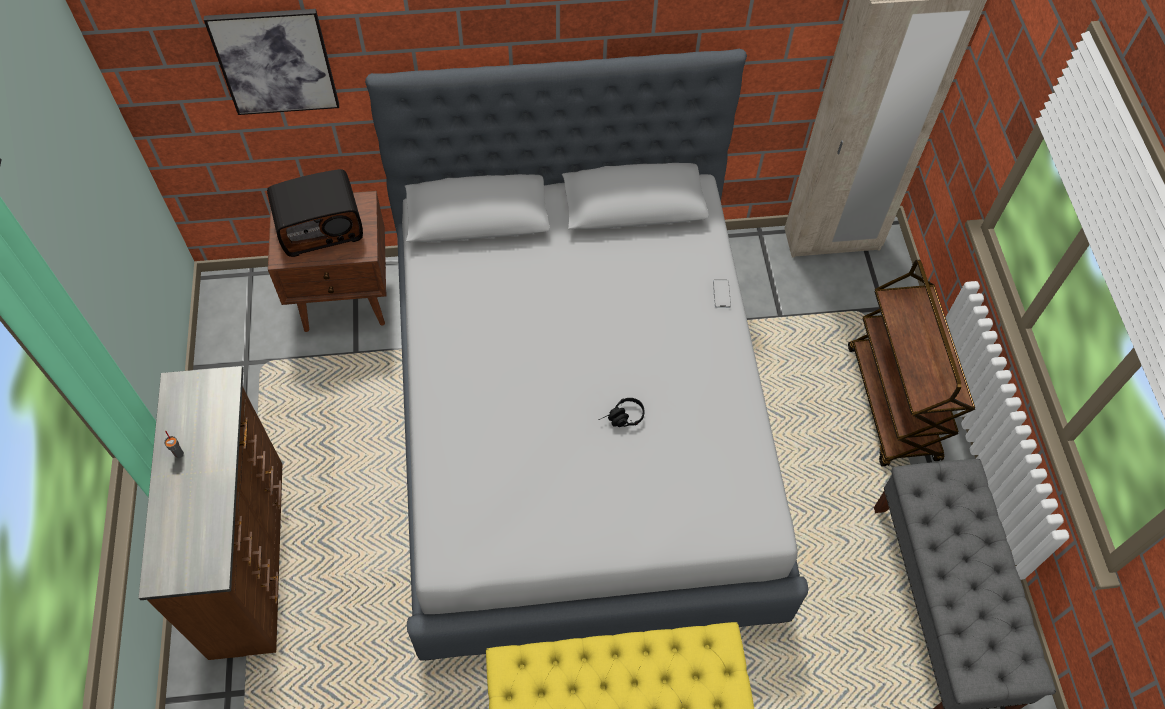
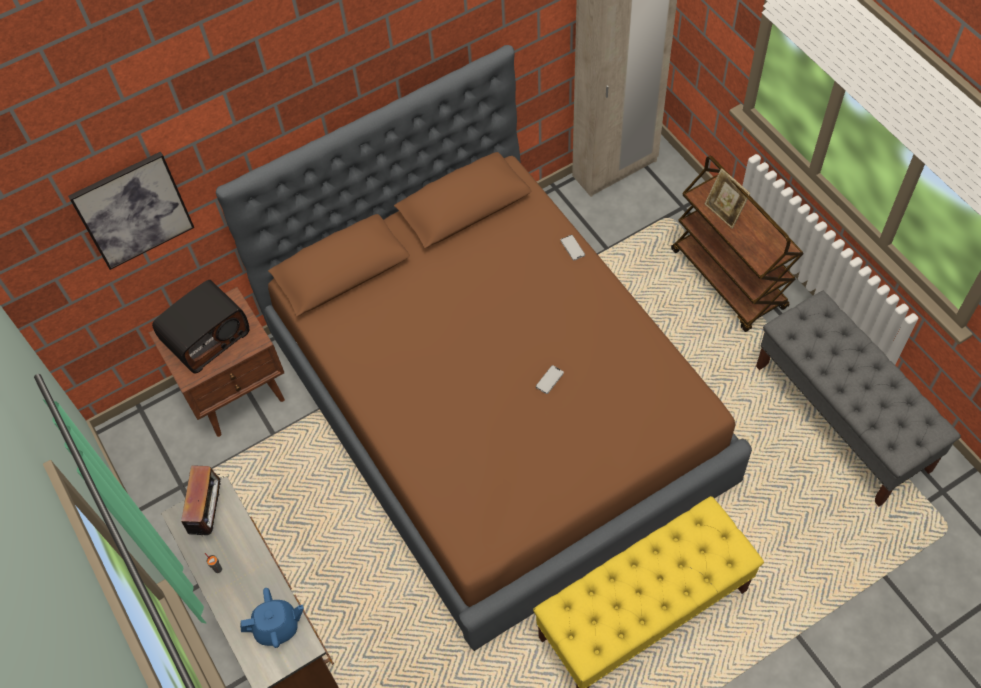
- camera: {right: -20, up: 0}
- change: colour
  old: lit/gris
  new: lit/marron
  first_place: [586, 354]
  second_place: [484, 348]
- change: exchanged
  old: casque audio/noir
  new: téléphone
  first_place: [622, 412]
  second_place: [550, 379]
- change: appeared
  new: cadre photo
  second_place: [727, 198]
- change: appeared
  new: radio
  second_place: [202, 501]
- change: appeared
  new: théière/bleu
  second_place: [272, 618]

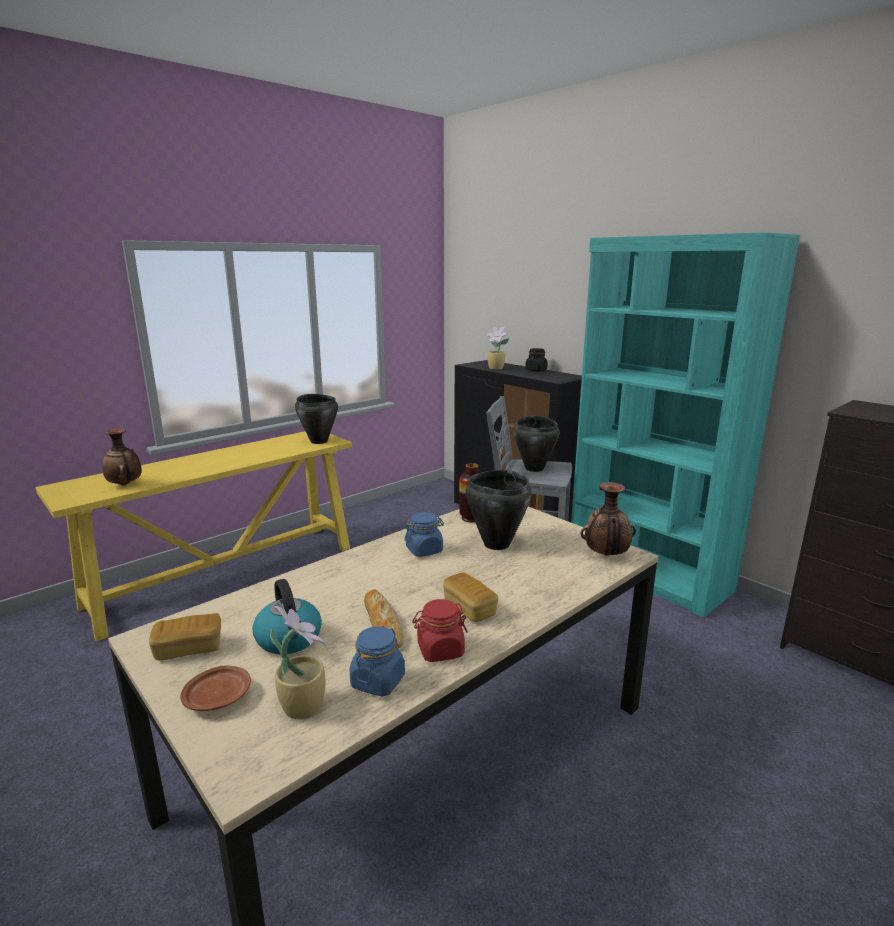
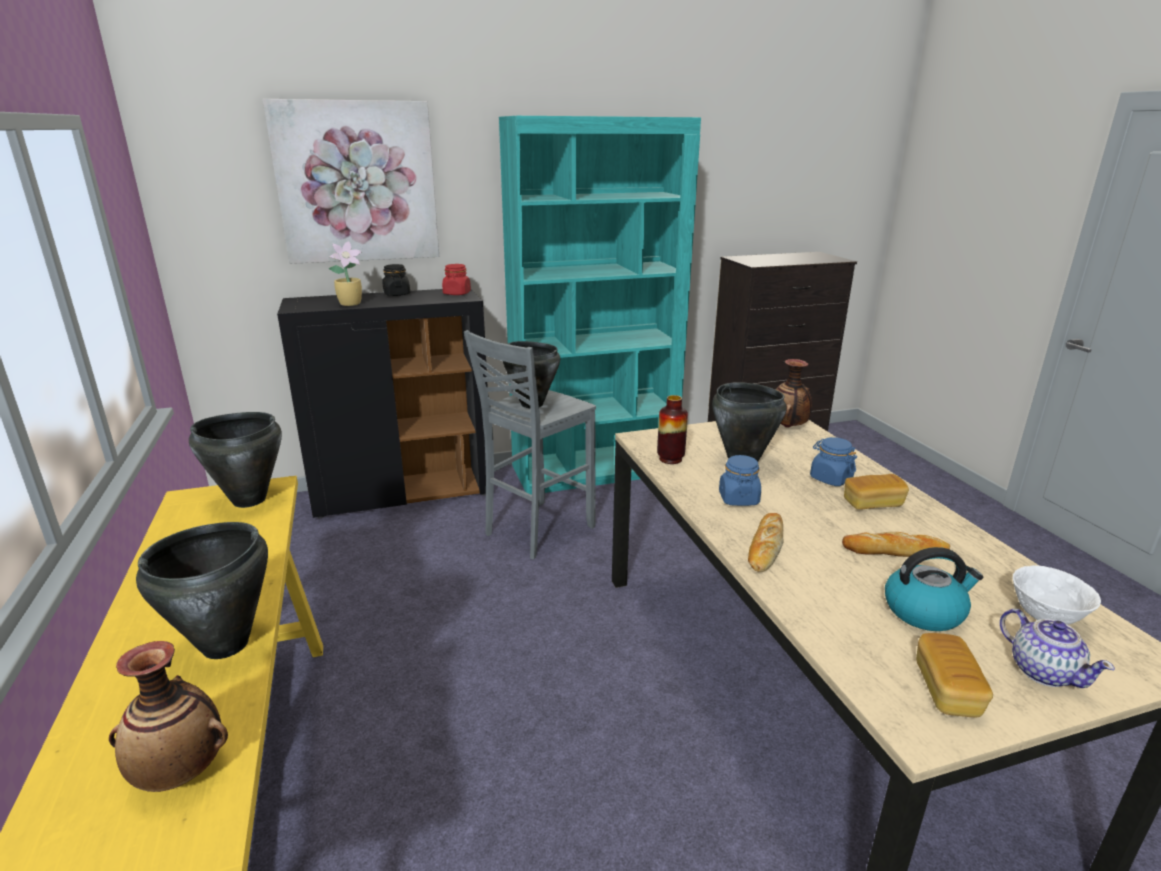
- camera: {right: -65, up: 5}
- change: relocated
  old: bocal/rouge
  first_place: [440, 630]
  second_place: [456, 279]
- change: exchanged
  old: plante en pot
  new: bol/blanc
  first_place: [298, 662]
  second_place: [1056, 595]
- change: relocated
  old: bocal/bleu
  first_place: [377, 661]
  second_place: [833, 461]
- change: exchanged
  old: assiette/marron
  new: théière
  first_place: [215, 688]
  second_place: [1057, 648]
- change: appeared
  new: tableau
  second_place: [351, 181]
- change: appeared
  new: pain
  second_place: [765, 542]
- change: appeared
  new: marmite/noir
  second_place: [202, 590]

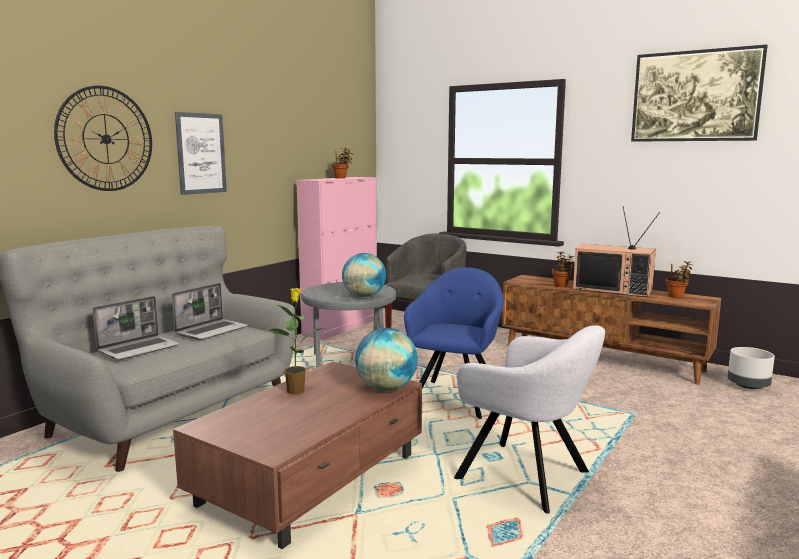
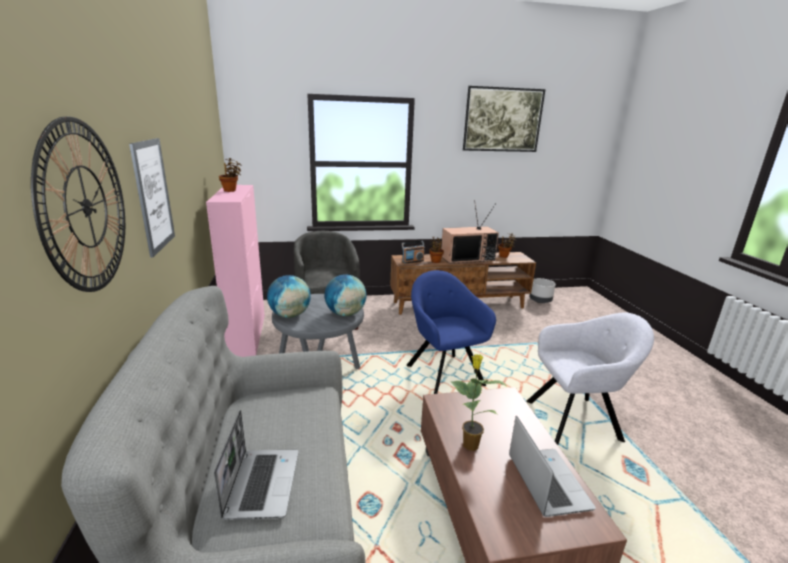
- camera: {right: -45, up: 10}
- change: relocated
  old: ordinateur portable
  first_place: [210, 311]
  second_place: [552, 466]
- change: relocated
  old: globe
  first_place: [386, 359]
  second_place: [289, 296]
- change: appeared
  new: radio
  second_place: [413, 252]

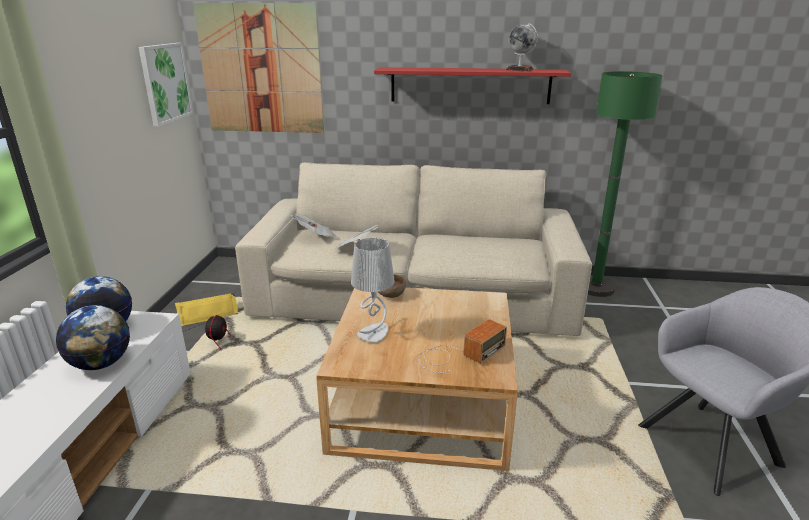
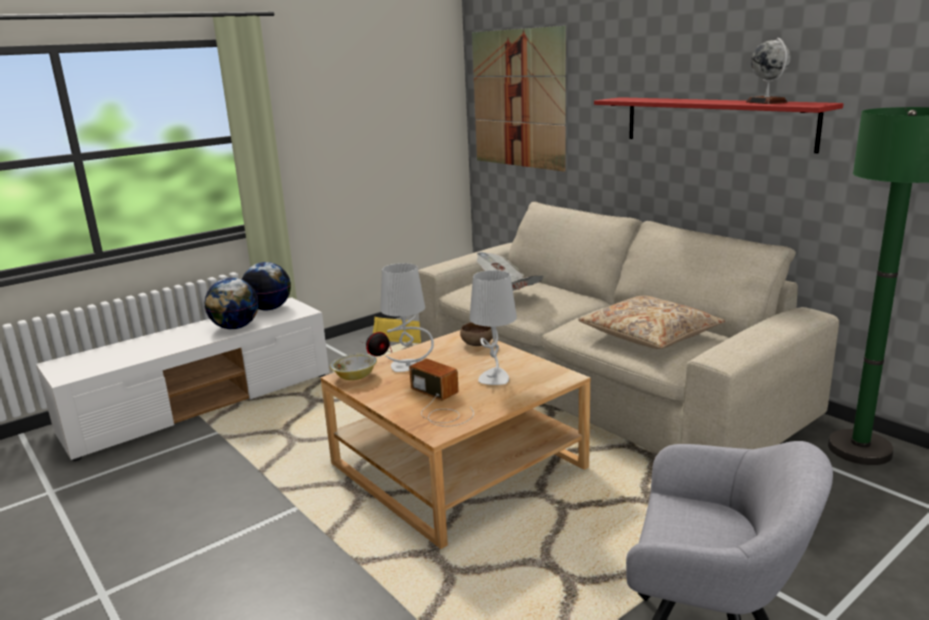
- camera: {right: 45, up: -5}
- change: missing
  old: tableau
  first_place: [166, 85]
- change: spun
  old: radio
  first_place: [462, 346]
  second_place: [441, 393]
  degrees: -135
- change: appeared
  new: lampe de table/gris
  second_place: [493, 327]
- change: appeared
  new: coussin/beige
  second_place: [651, 322]
- change: appeared
  new: bol
  second_place: [353, 367]

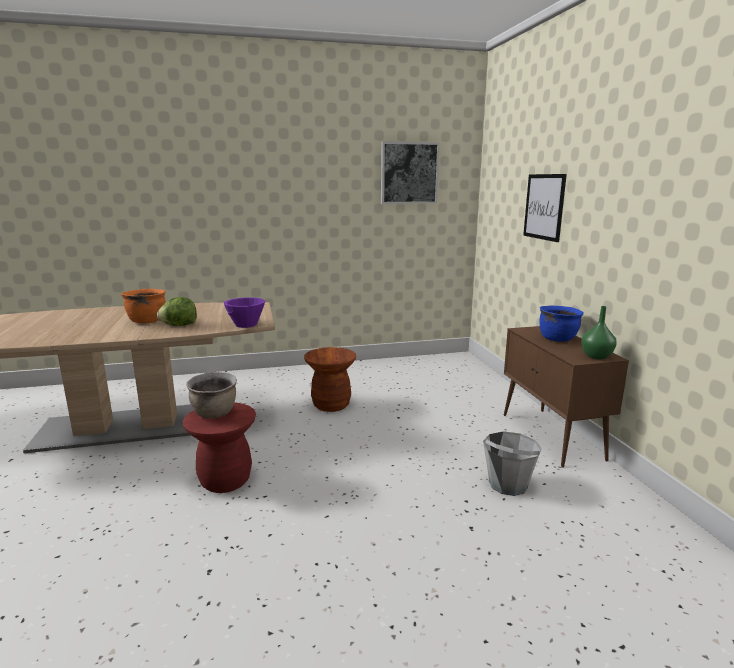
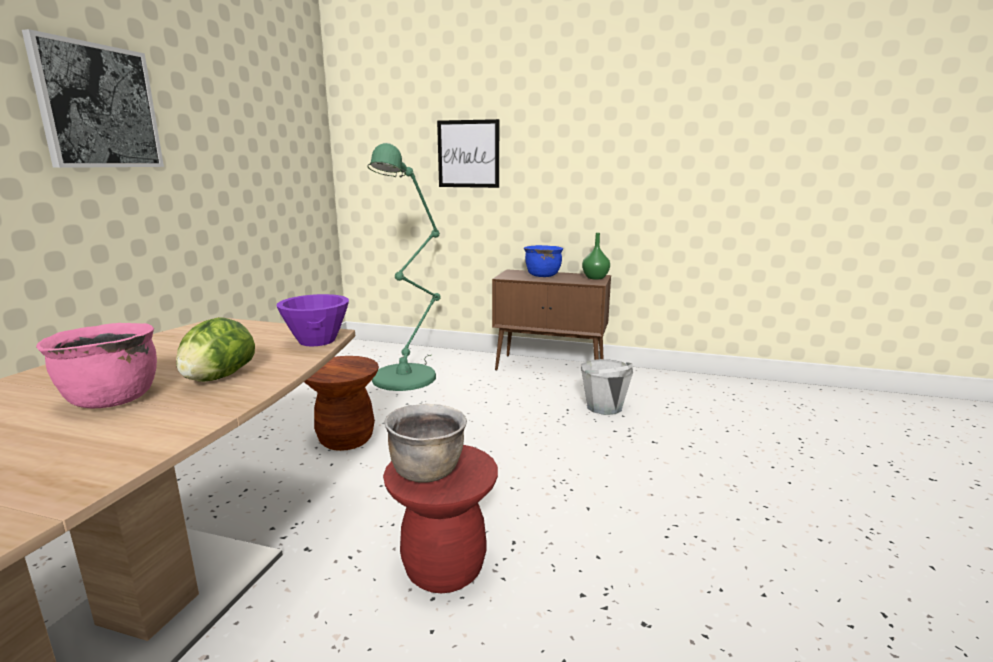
- camera: {right: -60, up: 0}
- change: relocated
  old: tableau
  first_place: [410, 172]
  second_place: [93, 98]
- change: colour
  old: marmite/orange
  new: marmite/rose
  first_place: [143, 306]
  second_place: [96, 365]
- change: appeared
  new: lampadaire/vert
  second_place: [404, 267]

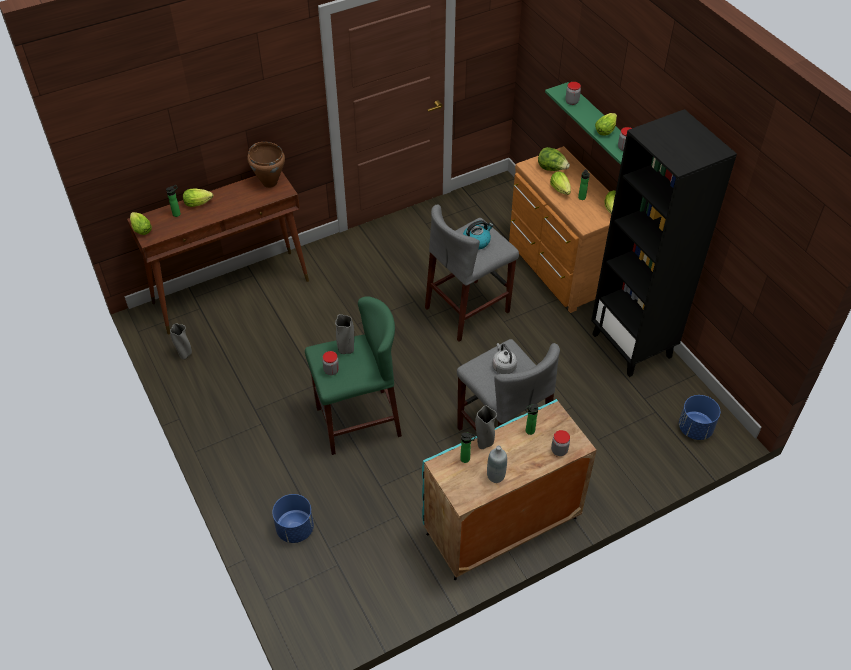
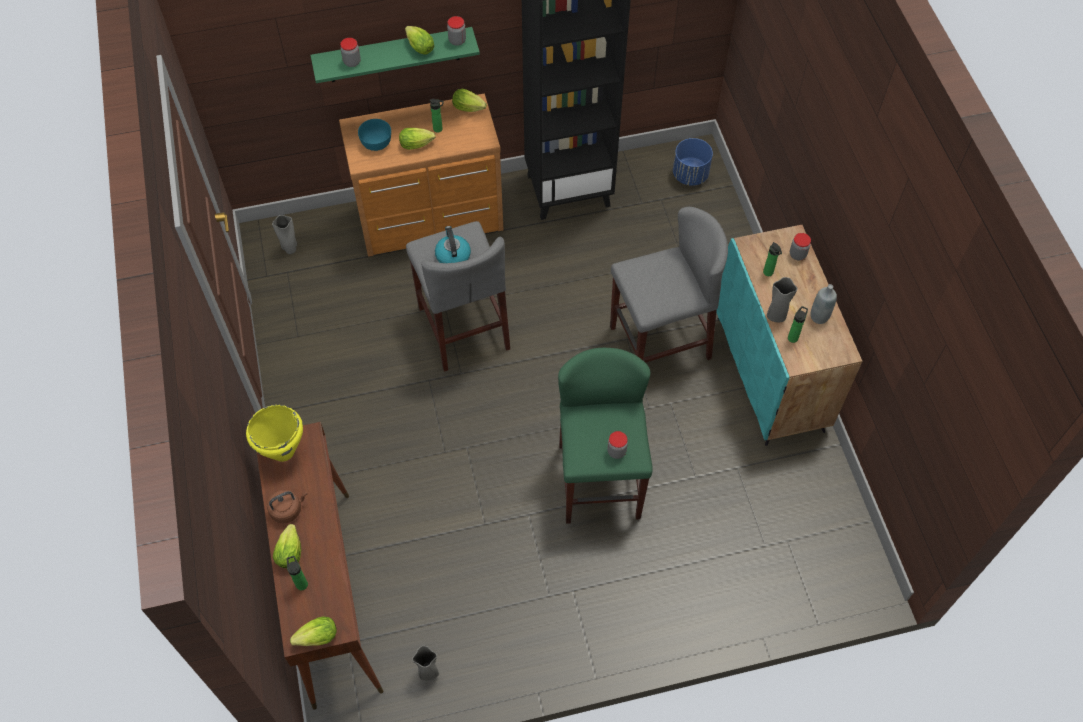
- camera: {right: -75, up: 10}
- change: colour
  old: marmite/marron
  new: marmite/jaune
  first_place: [266, 165]
  second_place: [274, 433]
- change: exchanged
  old: laitue
  new: bol/turquoise
  first_place: [554, 159]
  second_place: [374, 135]
- change: relocated
  old: vase/gris
  first_place: [344, 334]
  second_place: [284, 234]
- change: missing
  old: bouilloire/gris
  first_place: [505, 358]
- change: missing
  old: cache-pot/bleu
  first_place: [293, 518]
- change: appeared
  new: bouilloire/marron
  second_place: [287, 506]

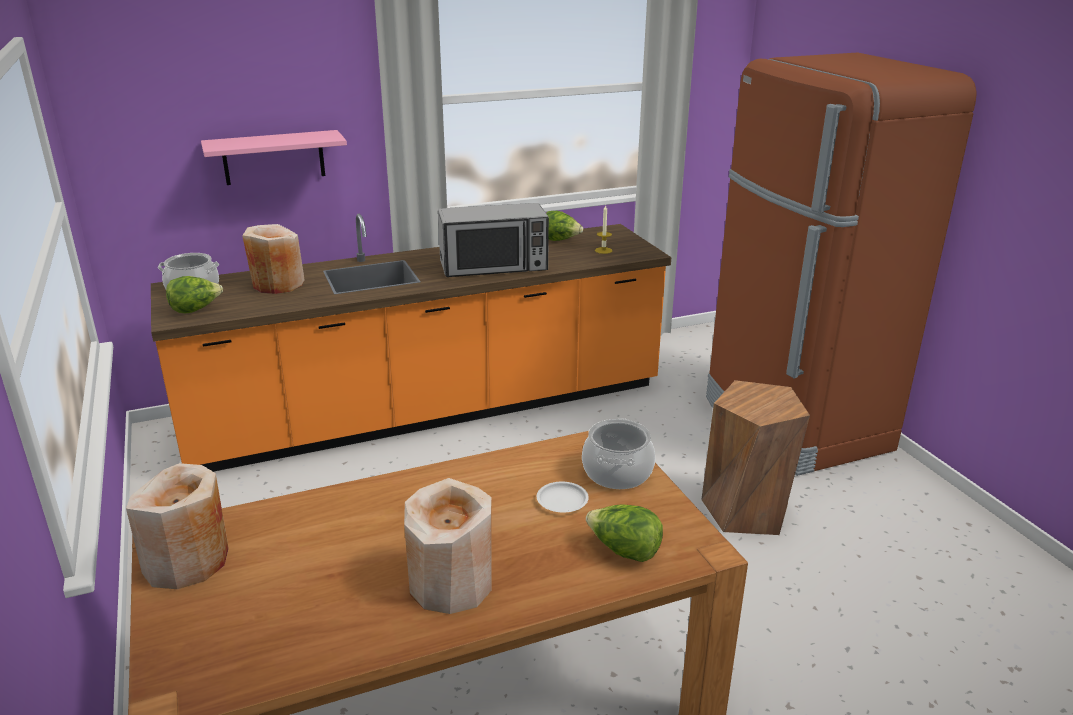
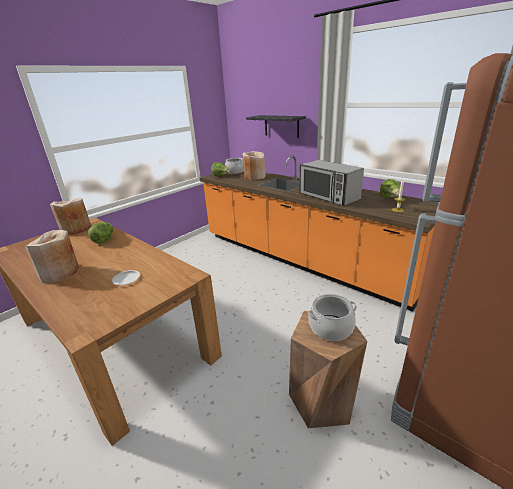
- camera: {right: 65, up: 0}
- change: colour
  old: étagère/rose
  new: étagère/noir
  first_place: [274, 157]
  second_place: [276, 126]
- change: relocated
  old: marmite
  first_place: [618, 453]
  second_place: [332, 317]
- change: relocated
  old: laitue
  first_place: [624, 533]
  second_place: [100, 233]

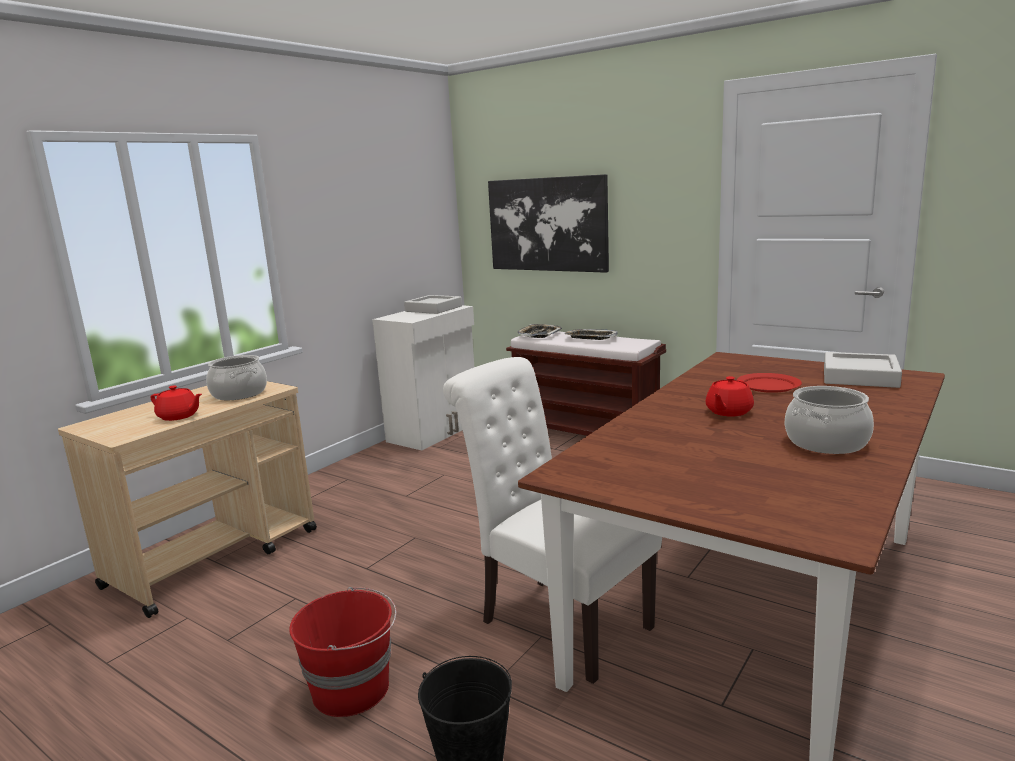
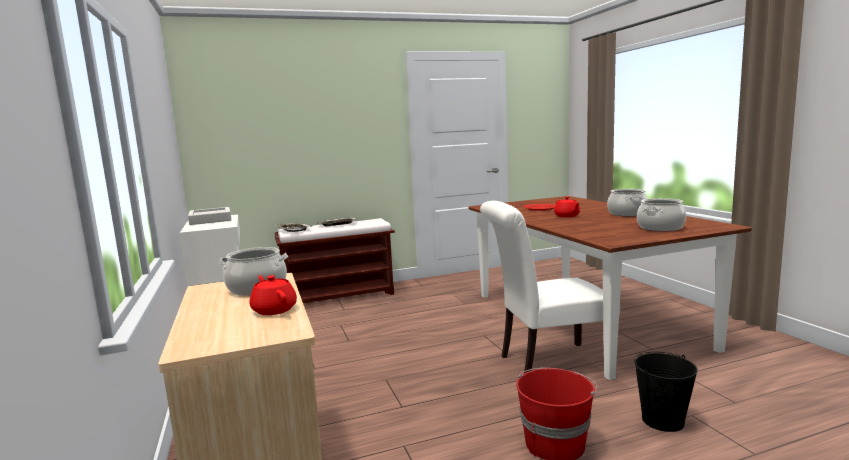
- camera: {right: -55, up: -5}
- change: missing
  old: tableau
  first_place: [548, 223]
- change: missing
  old: plateau/gris
  first_place: [863, 370]
- change: spun
  old: théière/rouge
  first_place: [176, 403]
  second_place: [273, 295]
  degrees: -90
- change: appeared
  new: marmite
  second_place: [661, 214]

